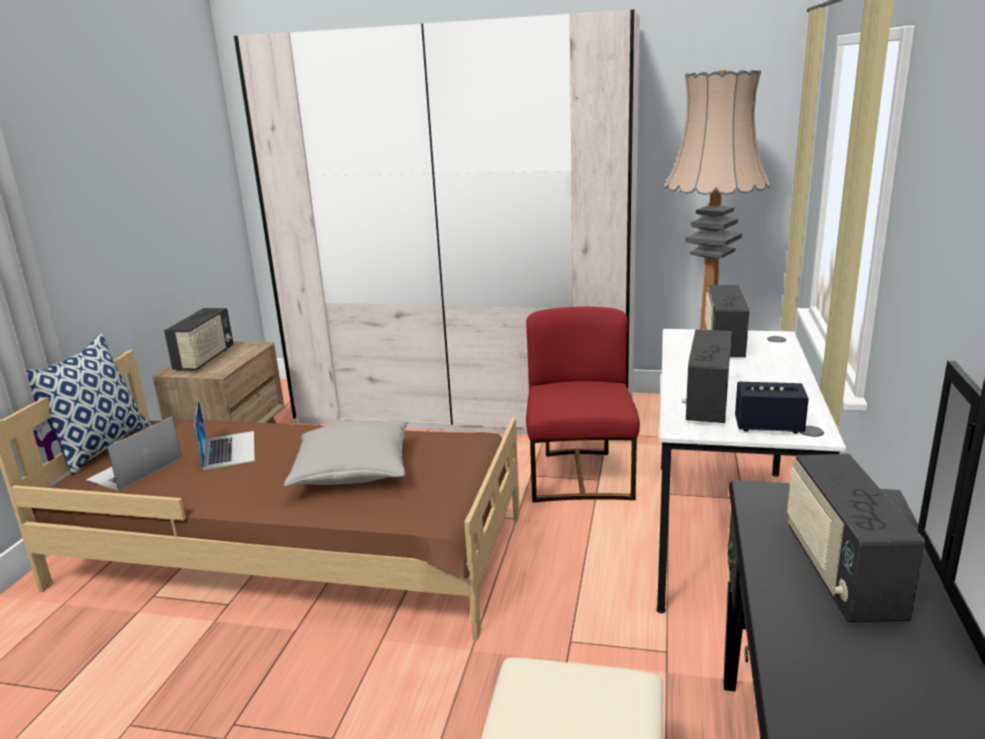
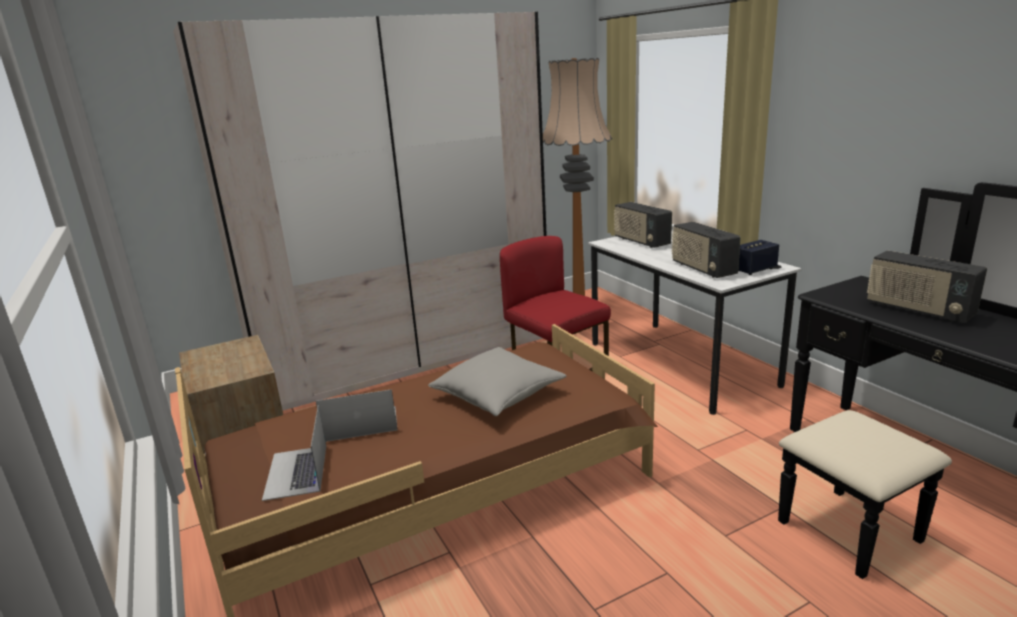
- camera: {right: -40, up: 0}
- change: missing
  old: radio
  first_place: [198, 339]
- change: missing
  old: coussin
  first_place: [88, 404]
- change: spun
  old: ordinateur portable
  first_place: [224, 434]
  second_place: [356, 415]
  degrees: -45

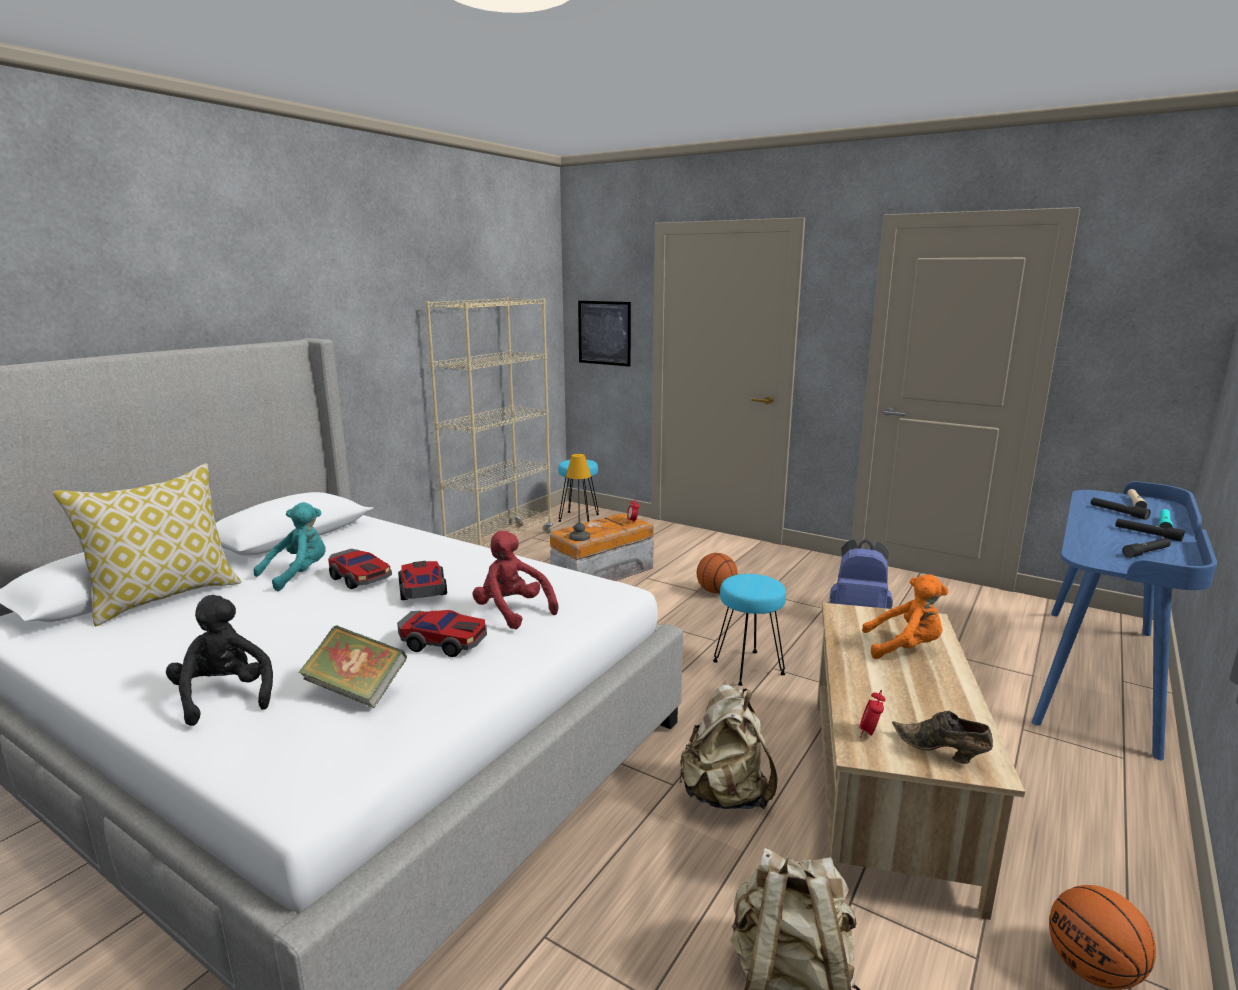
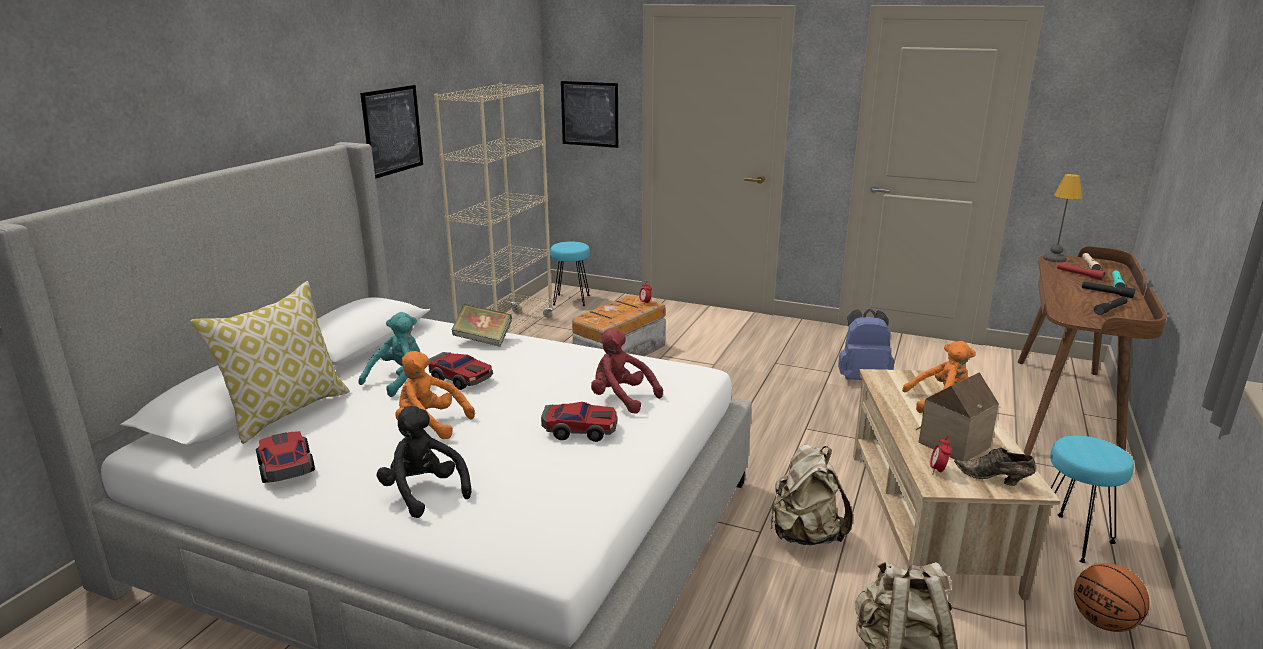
- camera: {right: -10, up: 5}
- change: relocated
  old: lampe de table
  first_place: [578, 497]
  second_place: [1062, 218]
- change: colour
  old: bureau/bleu
  new: bureau/marron
  first_place: [1124, 621]
  second_place: [1092, 350]
- change: colour
  old: lampe de poche/noir
  new: lampe de poche/rouge
  first_place: [1121, 509]
  second_place: [1081, 271]
- change: missing
  old: ballon de basket
  first_place: [717, 573]
- change: relocated
  old: petite voiture
  first_place: [422, 580]
  second_place: [285, 457]
- change: relocated
  old: tabouret/turquoise
  first_place: [749, 630]
  second_place: [1092, 499]
- change: relocated
  old: livre
  first_place: [353, 666]
  second_place: [482, 325]
- change: appeared
  new: tableau
  second_place: [391, 132]
- change: appeared
  new: peluche/orange
  second_place: [435, 395]
- change: appeared
  new: maison miniature
  second_place: [957, 416]

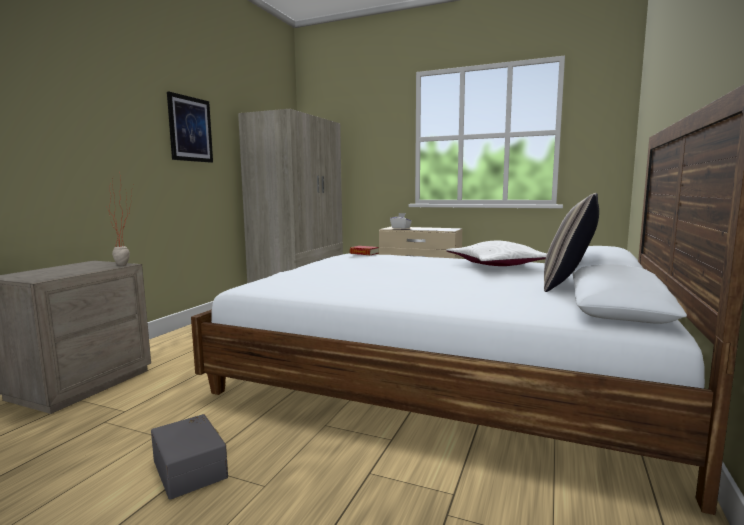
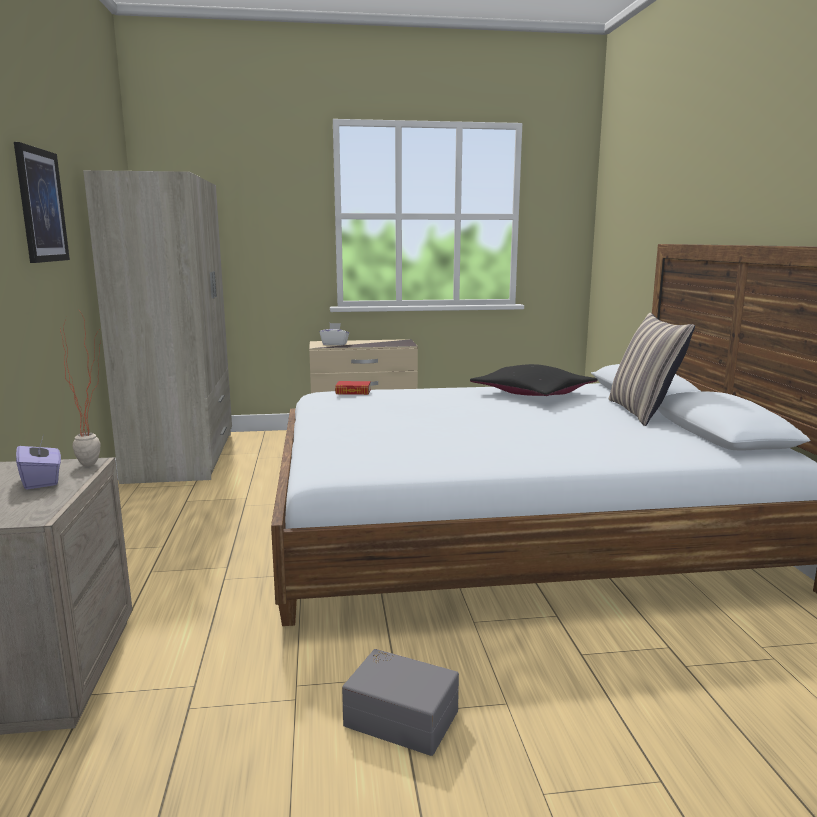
- camera: {right: -30, up: 5}
- change: colour
  old: coussin/blanc
  new: coussin/noir
  first_place: [496, 253]
  second_place: [534, 380]
- change: appeared
  new: boîte à mouchoirs/violet
  second_place: [38, 461]

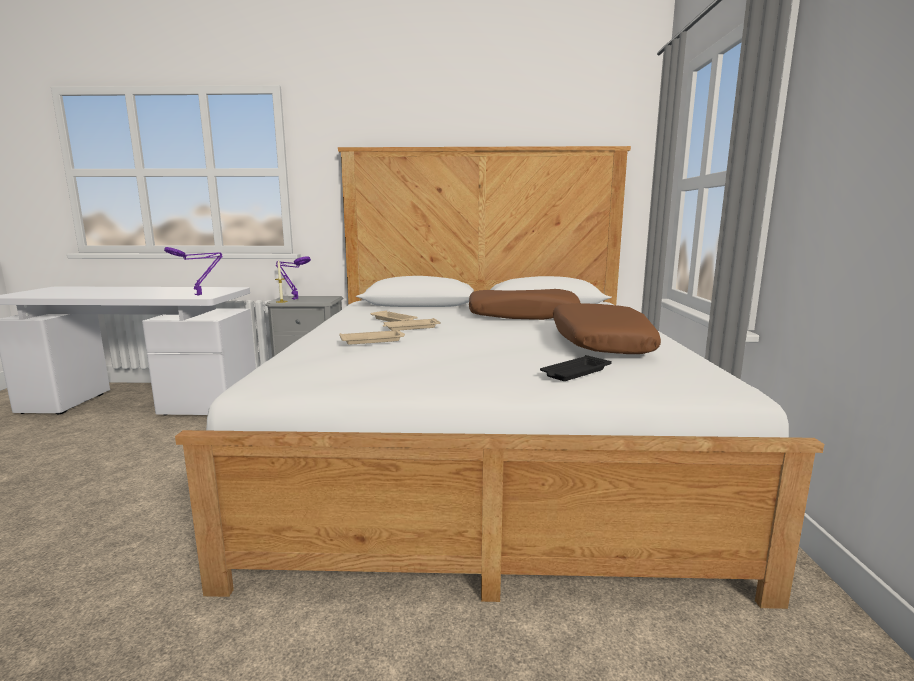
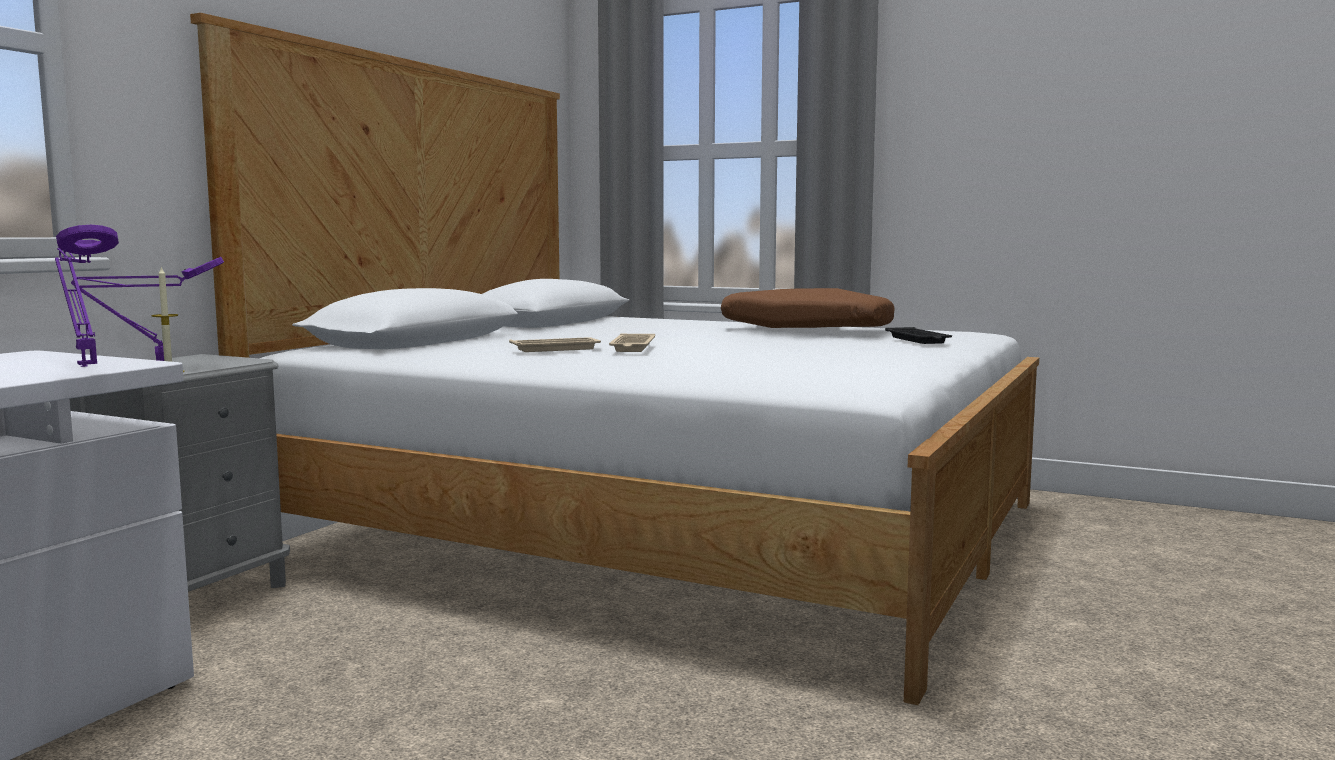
- camera: {right: -65, up: -5}
- change: missing
  old: coussin/marron
  first_place: [524, 304]
- change: missing
  old: plateau/beige
  first_place: [372, 337]

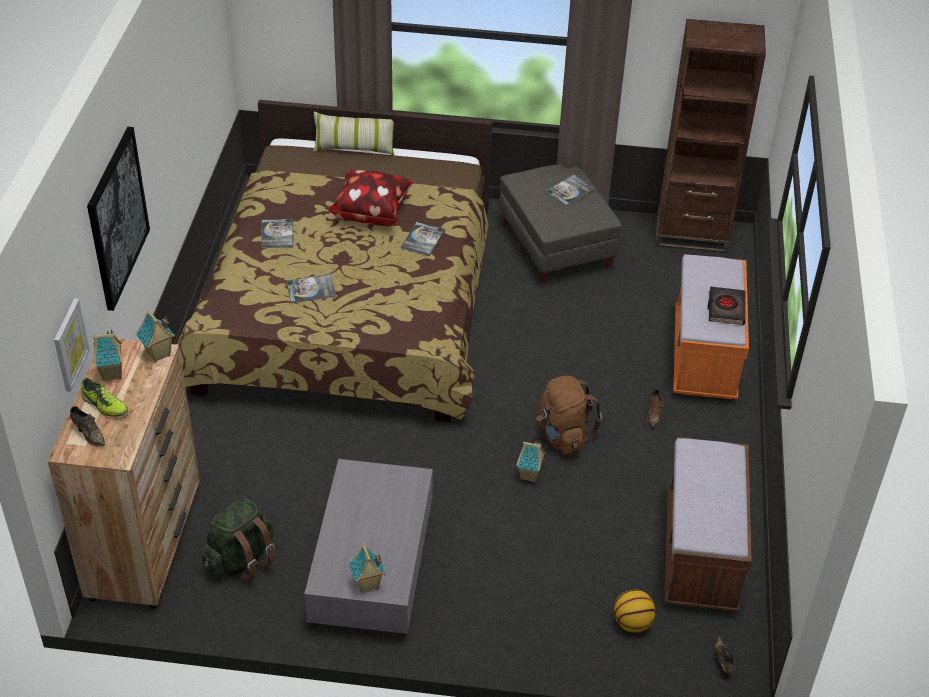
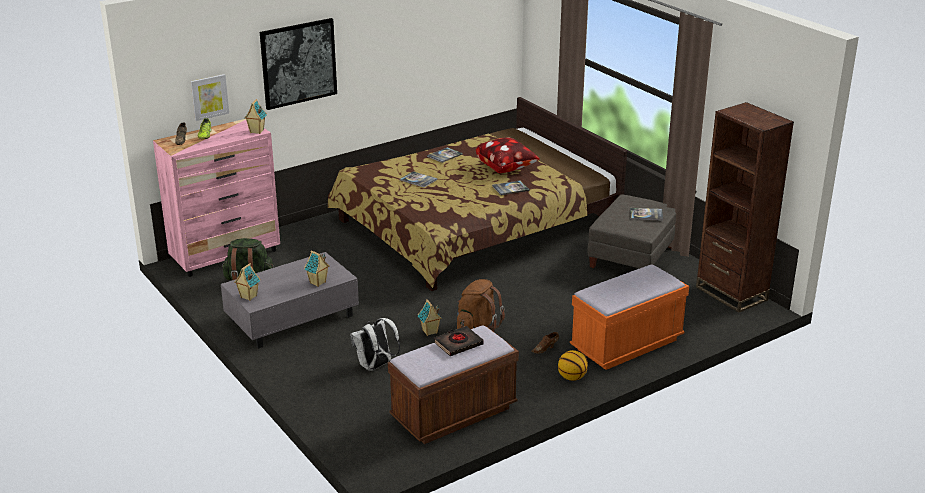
- camera: {right: 50, up: -15}
- change: missing
  old: coussin
  first_place: [353, 134]
- change: relocated
  old: livre/noir
  first_place: [727, 306]
  second_place: [459, 341]
- change: relocated
  old: maison miniature
  first_place: [108, 355]
  second_place: [317, 269]
- change: colour
  old: commode/marron
  new: commode/rose
  first_place: [124, 474]
  second_place: [216, 198]
- change: relocated
  old: ballon de basket
  first_place: [634, 611]
  second_place: [573, 365]
- change: missing
  old: chaussure/marron
  first_place: [724, 655]
- change: appeared
  new: sac à dos/blanc
  second_place: [375, 344]

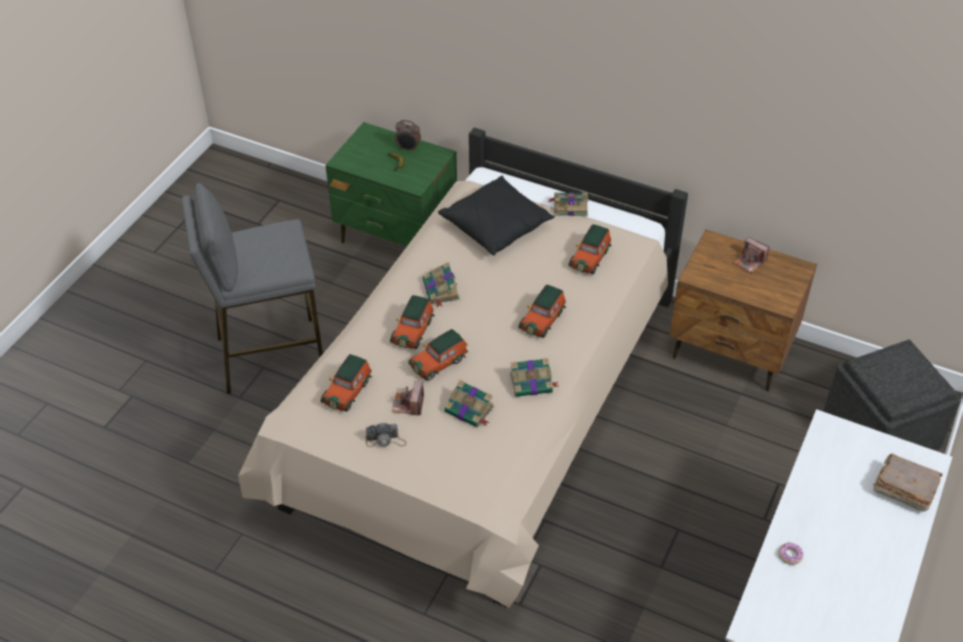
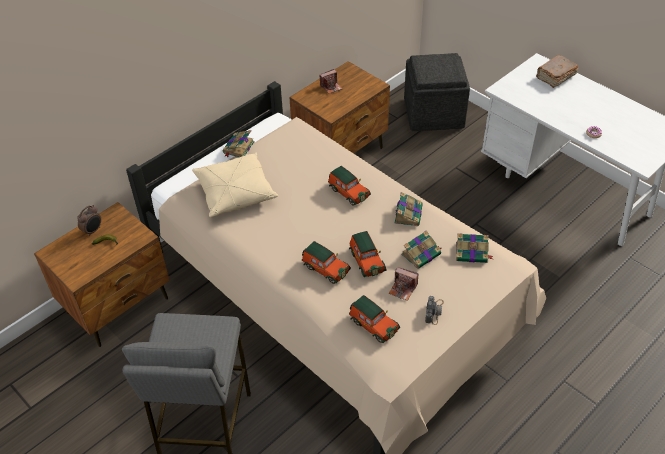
- camera: {right: -70, up: 0}
- change: colour
  old: table de chevet/vert
  new: table de chevet/marron
  first_place: [391, 184]
  second_place: [102, 274]
- change: colour
  old: coussin/noir
  new: coussin/beige
  first_place: [496, 215]
  second_place: [235, 185]
- change: missing
  old: petite voiture
  first_place: [589, 249]
- change: relocated
  old: livre
  first_place: [441, 284]
  second_place: [474, 248]

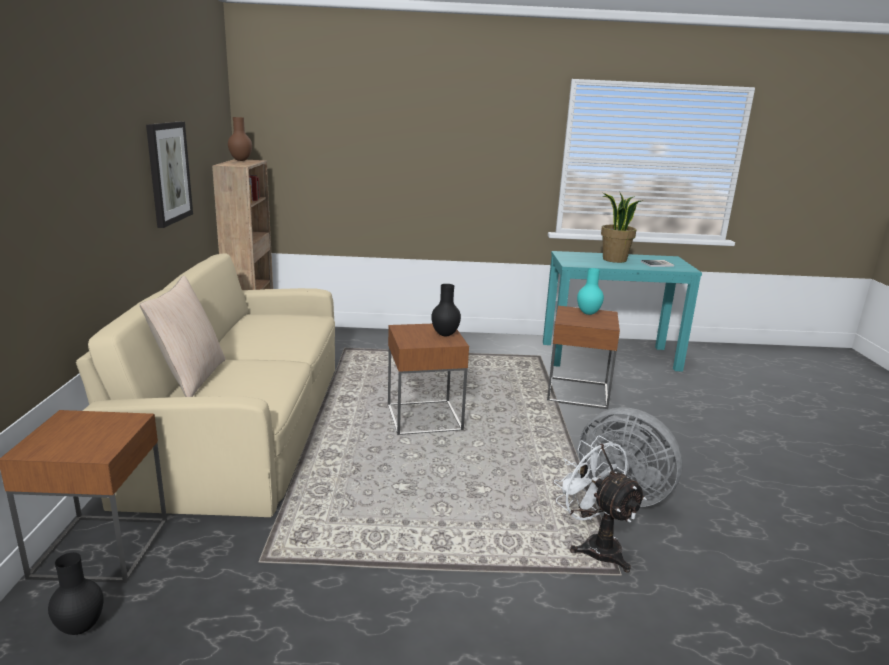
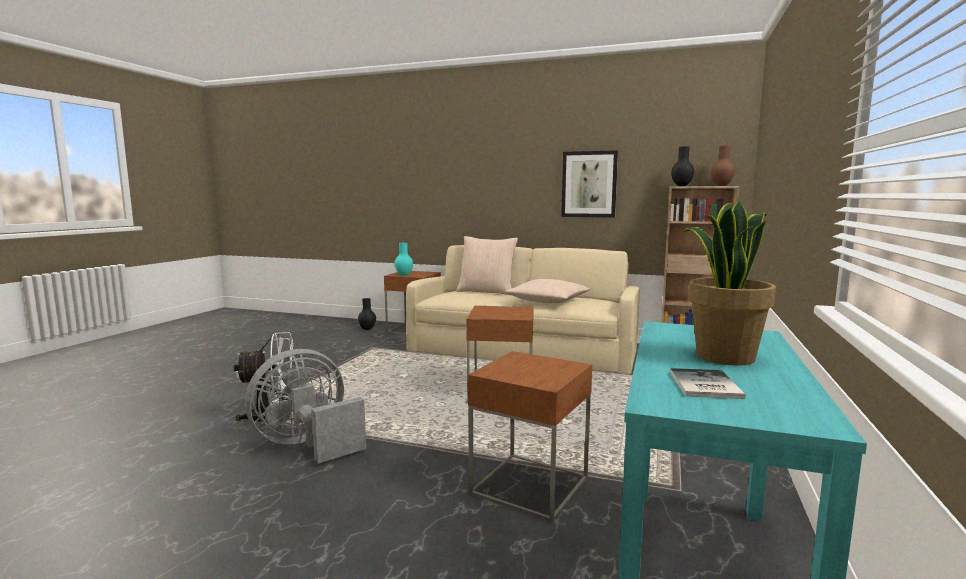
- camera: {right: 110, up: -10}
- change: relocated
  old: vase/turquoise
  first_place: [590, 291]
  second_place: [403, 259]
- change: relocated
  old: vase/noir
  first_place: [446, 310]
  second_place: [682, 166]
- change: appeared
  new: coussin/beige
  second_place: [547, 291]

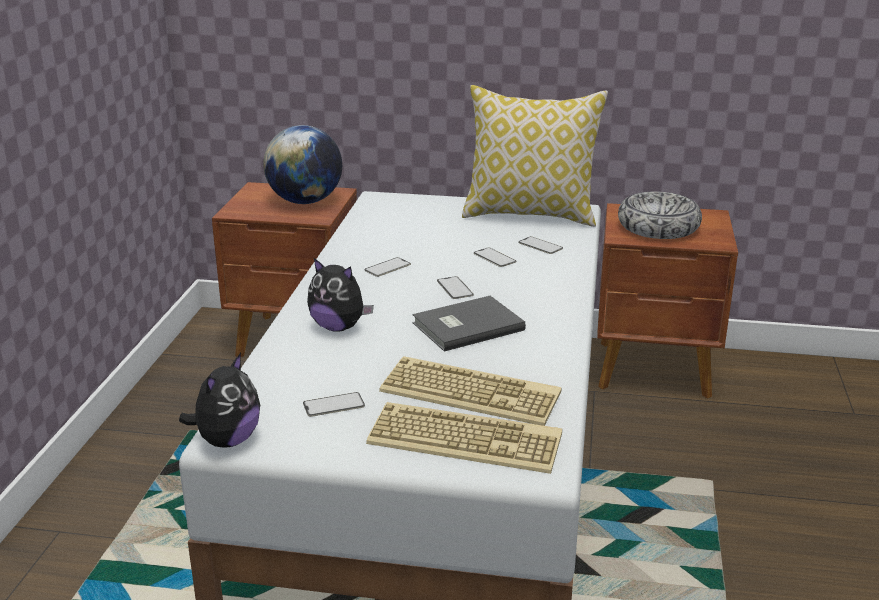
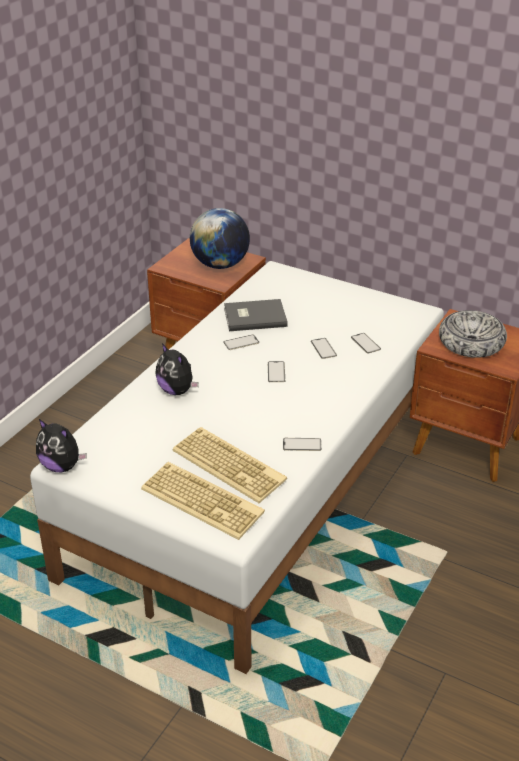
- camera: {right: 20, up: 10}
- change: missing
  old: coussin
  first_place: [535, 156]
- change: relocated
  old: livre/gris
  first_place: [469, 324]
  second_place: [256, 315]
- change: spun
  old: peluche
  first_place: [219, 400]
  second_place: [61, 445]
  degrees: 75
- change: relocated
  old: téléphone
  first_place: [334, 404]
  second_place: [302, 444]

